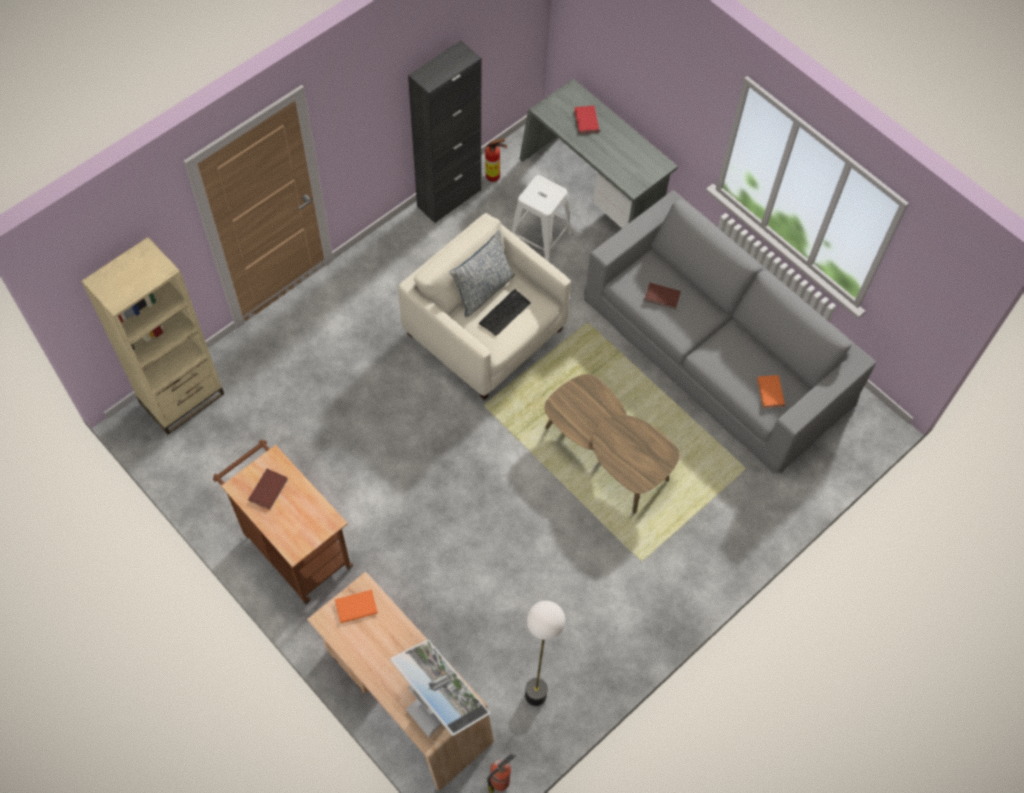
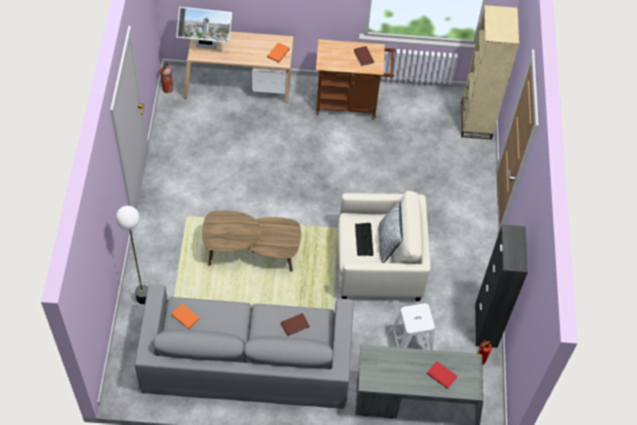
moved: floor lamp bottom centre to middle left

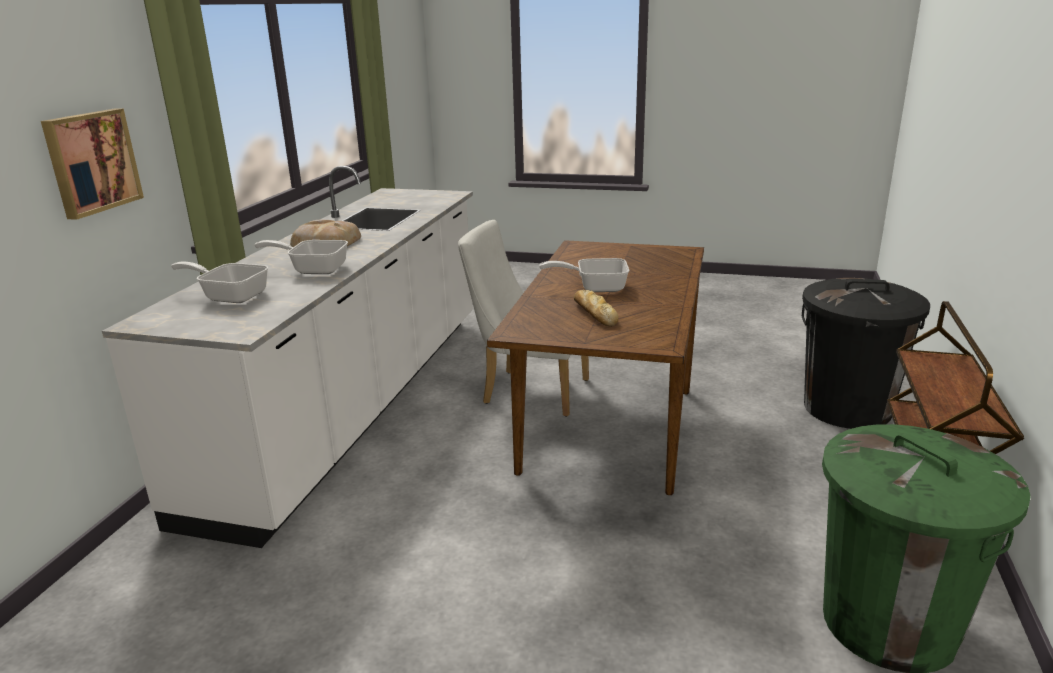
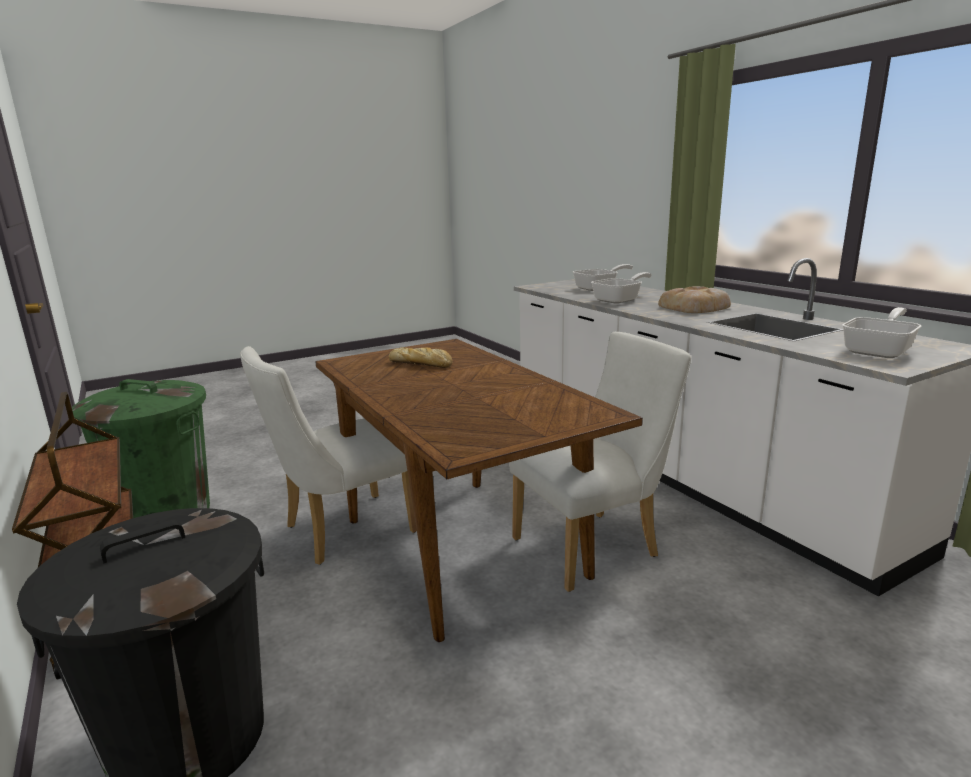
removed: picture top left
added: chair (white) (1st from left) centre
moved: frying pan (3rd from left) centre to middle right

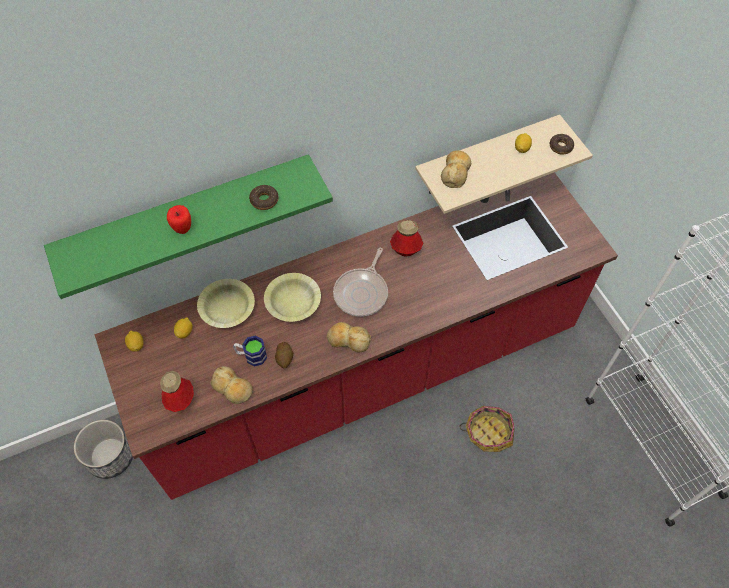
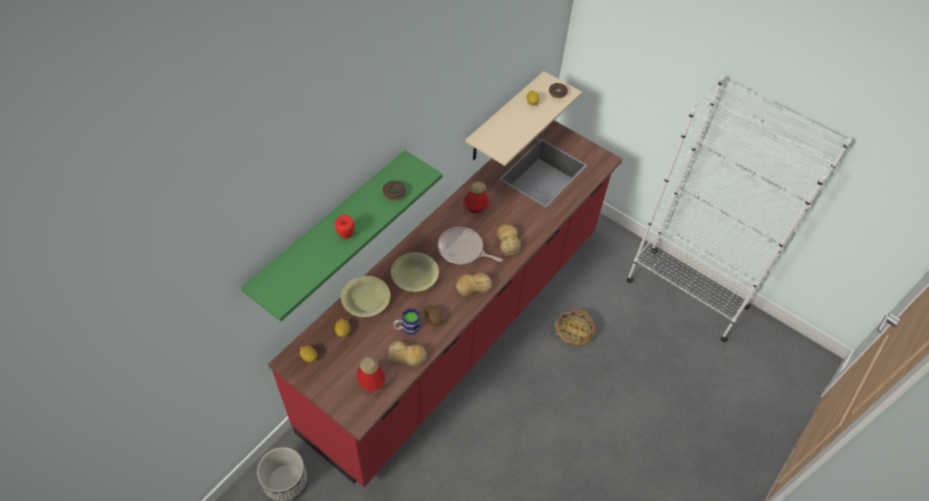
moved: bread (3rd from left) top centre to centre
turned: frying pan centre = centre 120 degrees clockwise

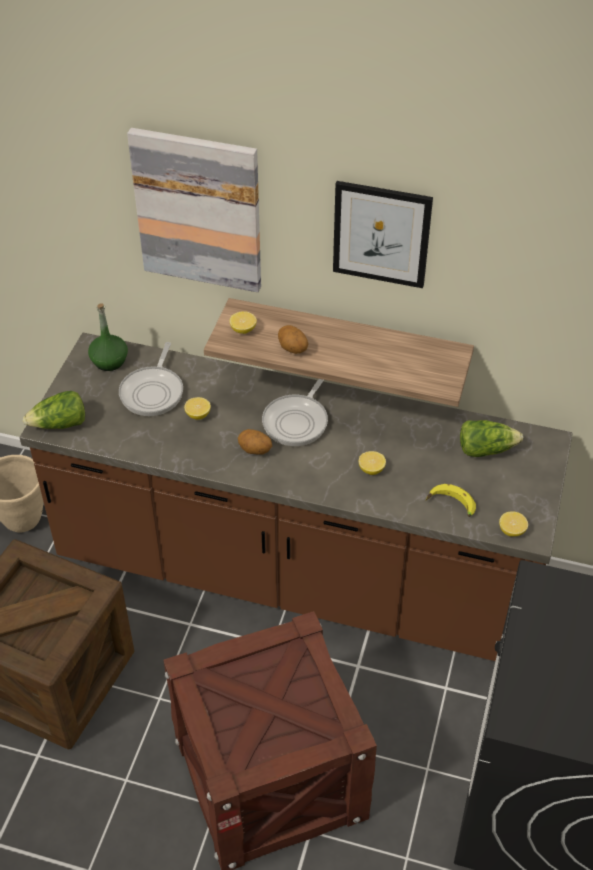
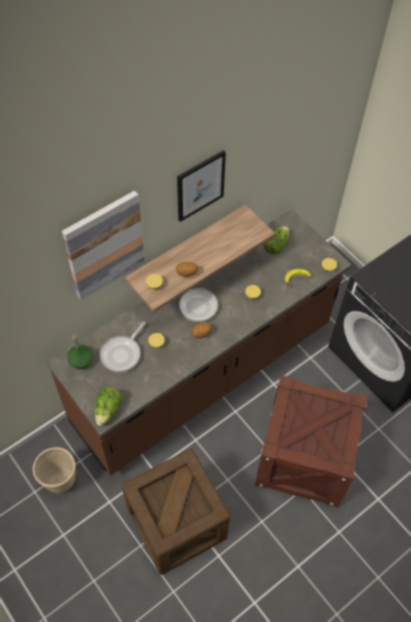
turned: frying pan (1st from left) middle left = middle left 75 degrees clockwise

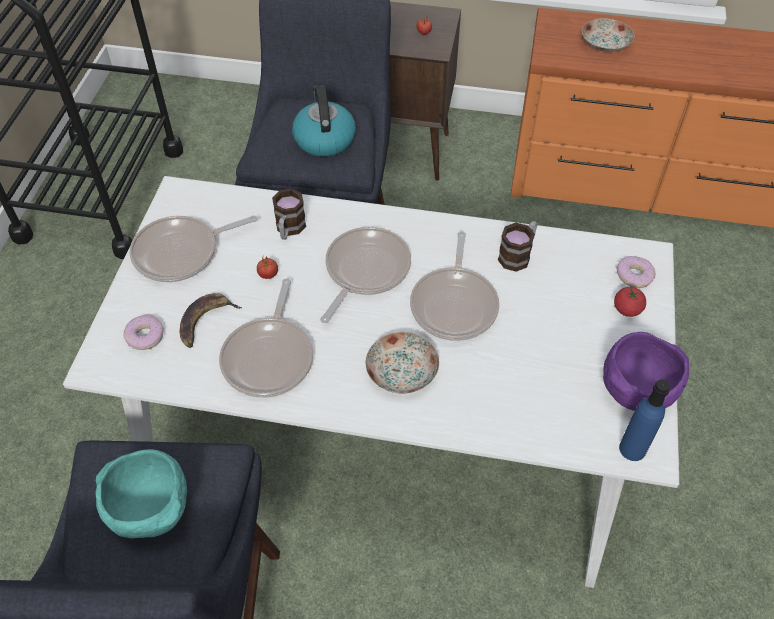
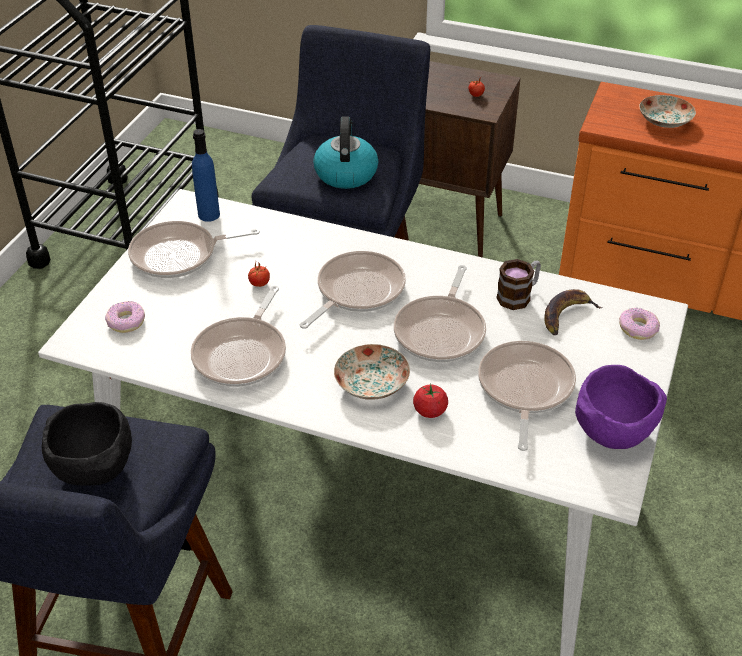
removed: mug (1st from left) centre
added: frying pan (5th from left) middle right
moved: banana middle left to middle right; tomato (3rd from left in the first image) middle right to tomato (2nd from left) centre; bottle (blue) bottom right to top left
recoloured: bowl (turquoise) bottom left to bowl (black) bottom left

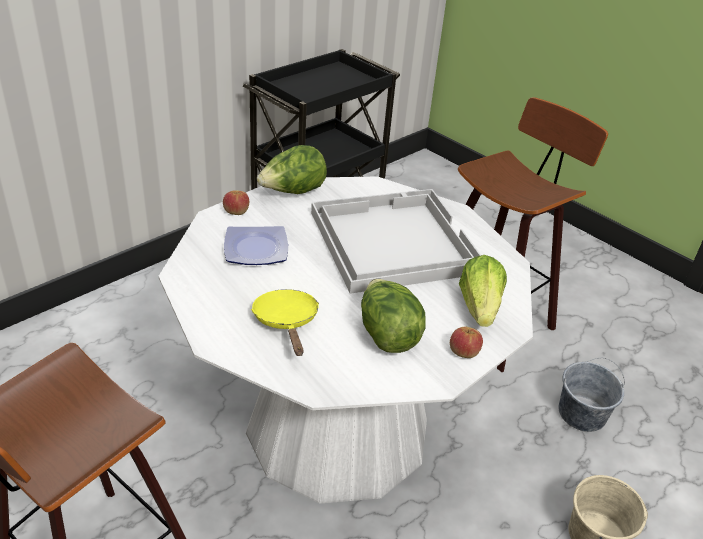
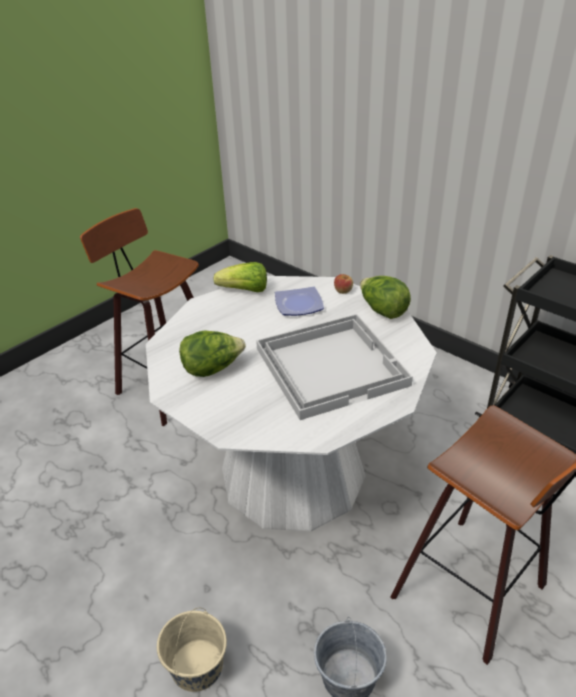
removed: frying pan (yellow) centre; apple (2nd from left) centre
moved: lettuce (3rd from left in the first image) middle right to lettuce (2nd from left) centre

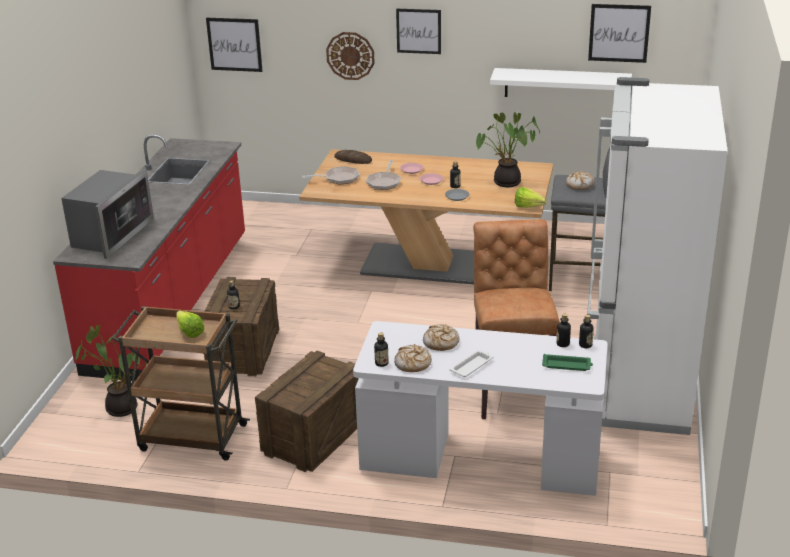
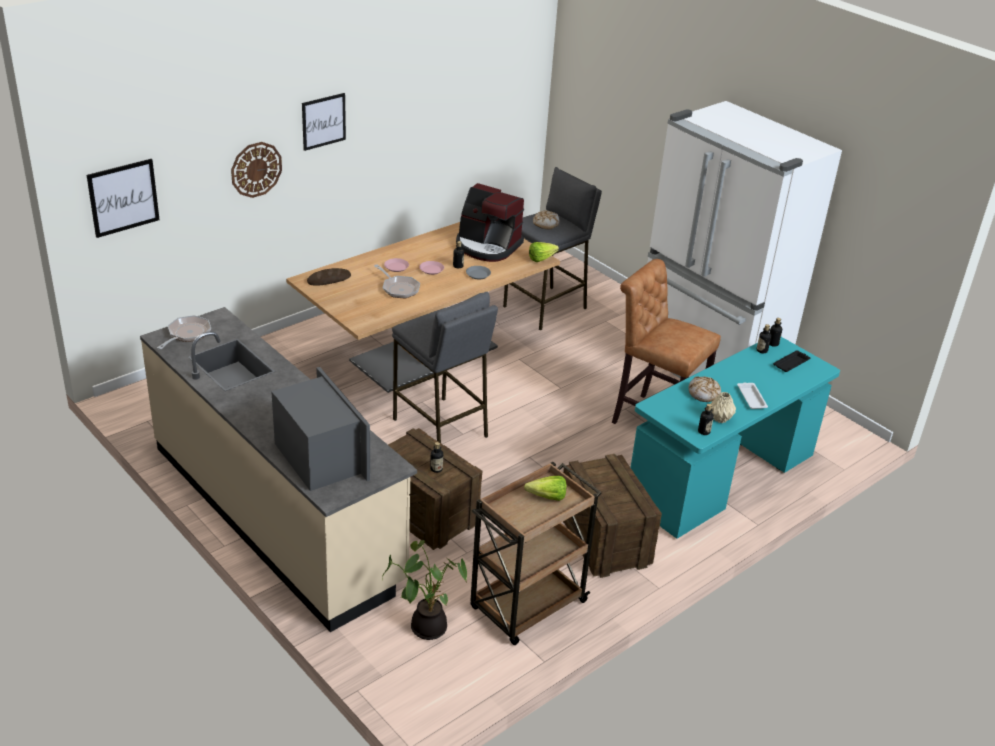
removed: shelf (white) top right; picture (3rd from left) top right
added: stool (grey) (1st from left) centre
moved: frying pan (1st from left) top centre to middle left
replaced: bread (2nd from left) centre to vase (beige) middle right; potted plant (2nd from left) top centre to coffee machine top centre
recoloured: counter (red) middle left to counter (beige) middle left; desk (white) bottom centre to desk (turquoise) middle right; tray (green) middle right to tray (black) middle right

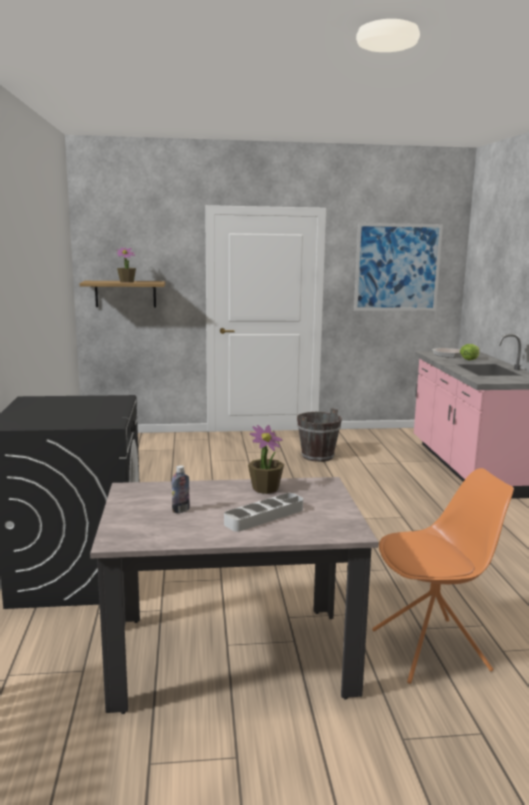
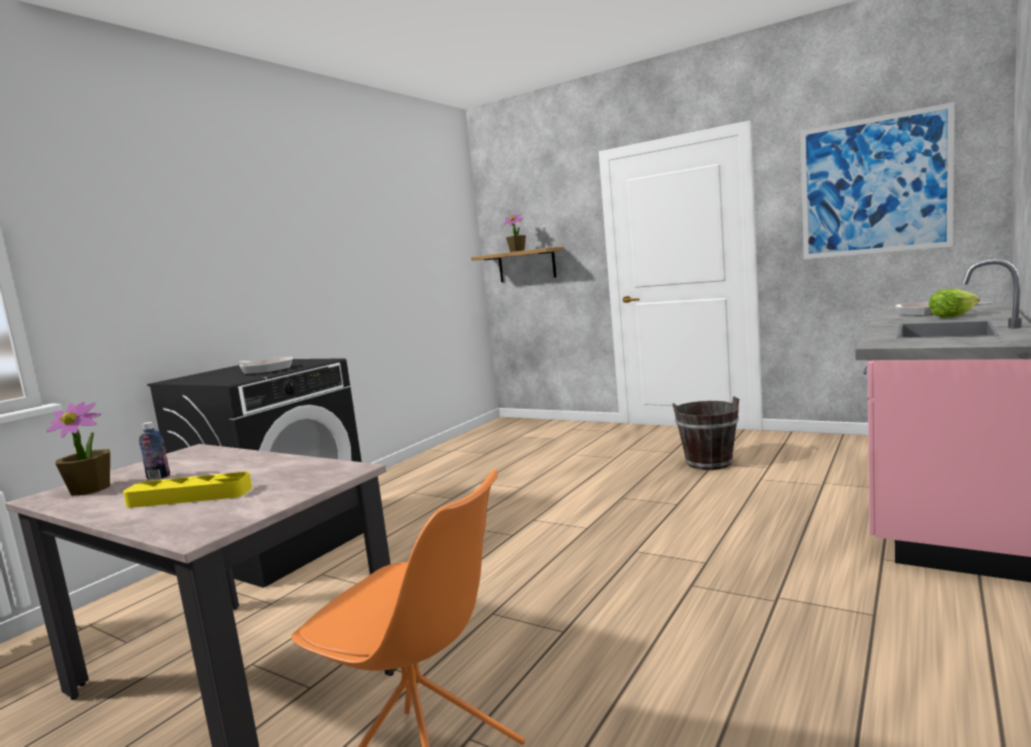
added: frying pan (1st from left) middle left
moved: potted plant (2nd from left in the first image) centre to potted plant (1st from left) middle left
recoloured: tray (grey) centre to tray (yellow) middle left

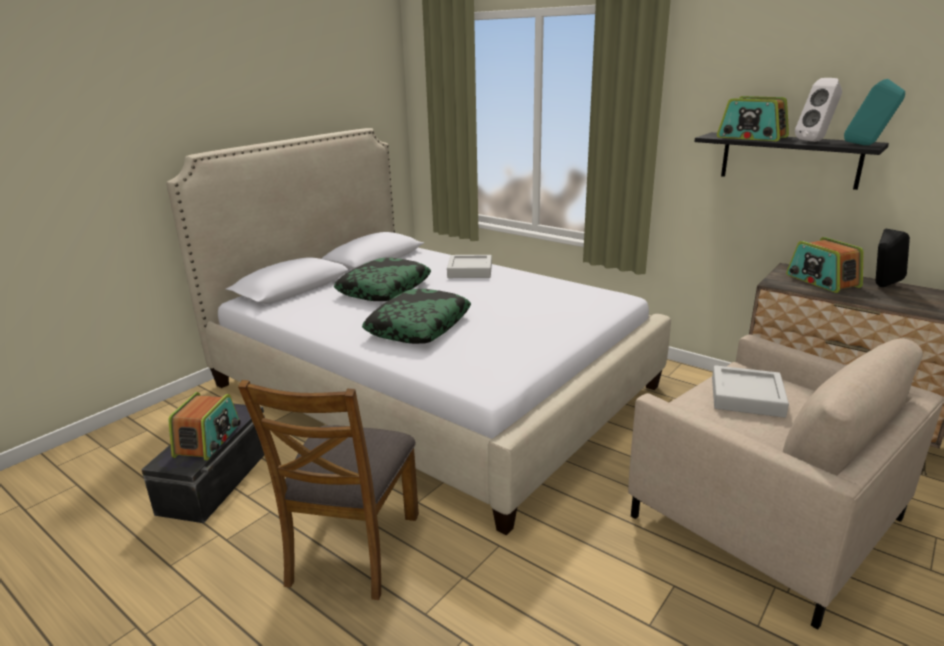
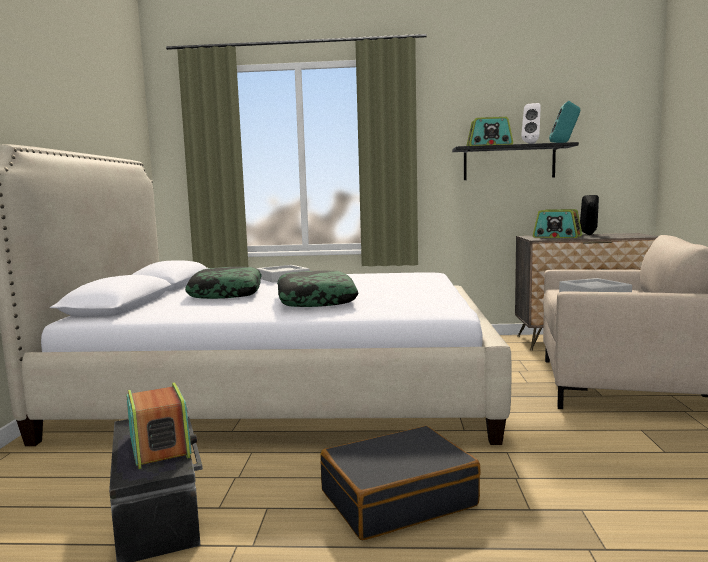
replaced: chair (brown) bottom centre to suitcase (black) bottom centre

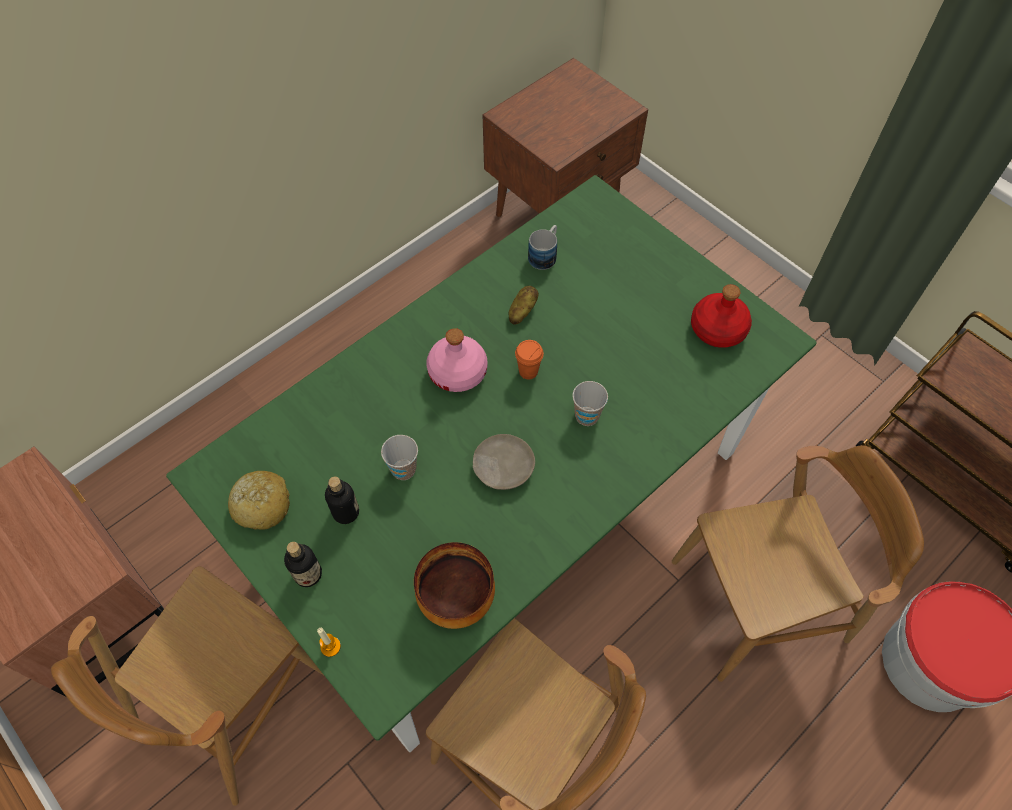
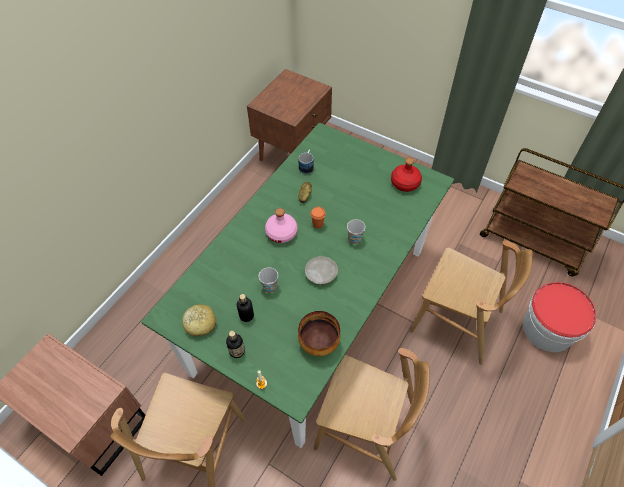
turned: chair (brown) (3rd from left) bottom right = middle right 60 degrees clockwise

